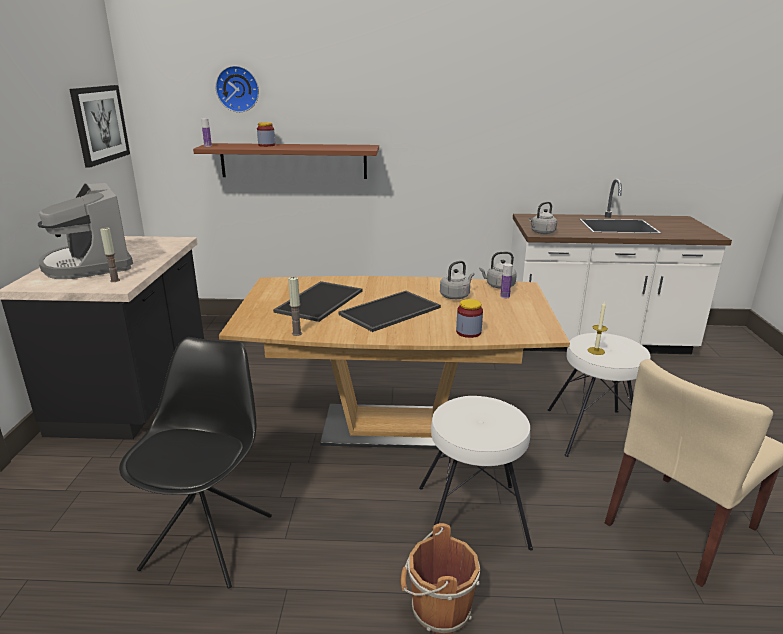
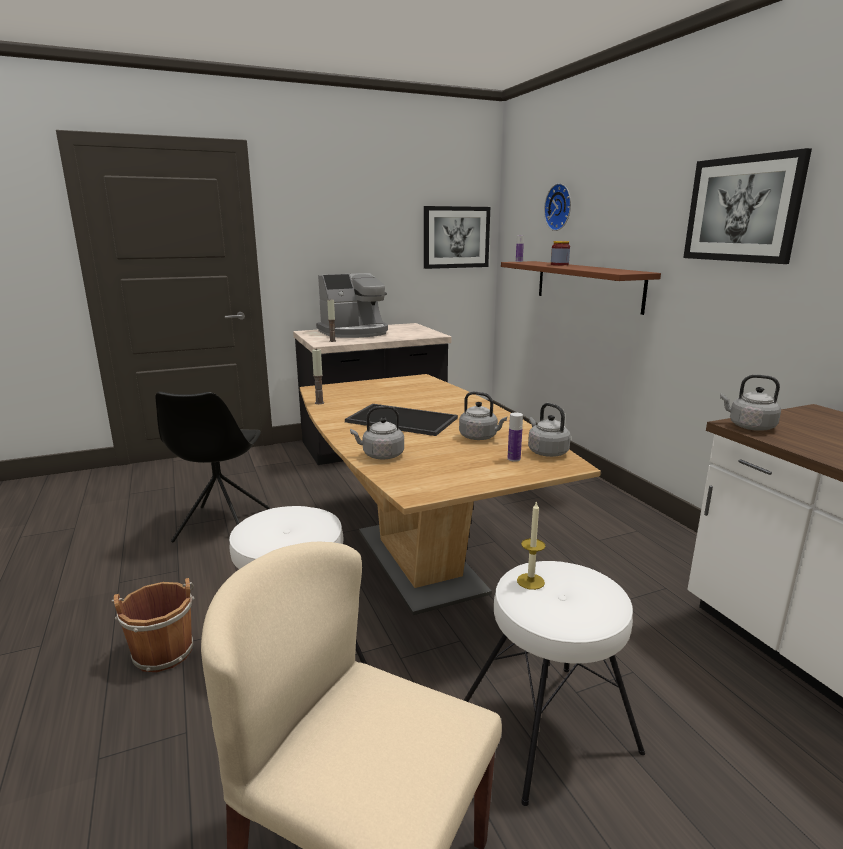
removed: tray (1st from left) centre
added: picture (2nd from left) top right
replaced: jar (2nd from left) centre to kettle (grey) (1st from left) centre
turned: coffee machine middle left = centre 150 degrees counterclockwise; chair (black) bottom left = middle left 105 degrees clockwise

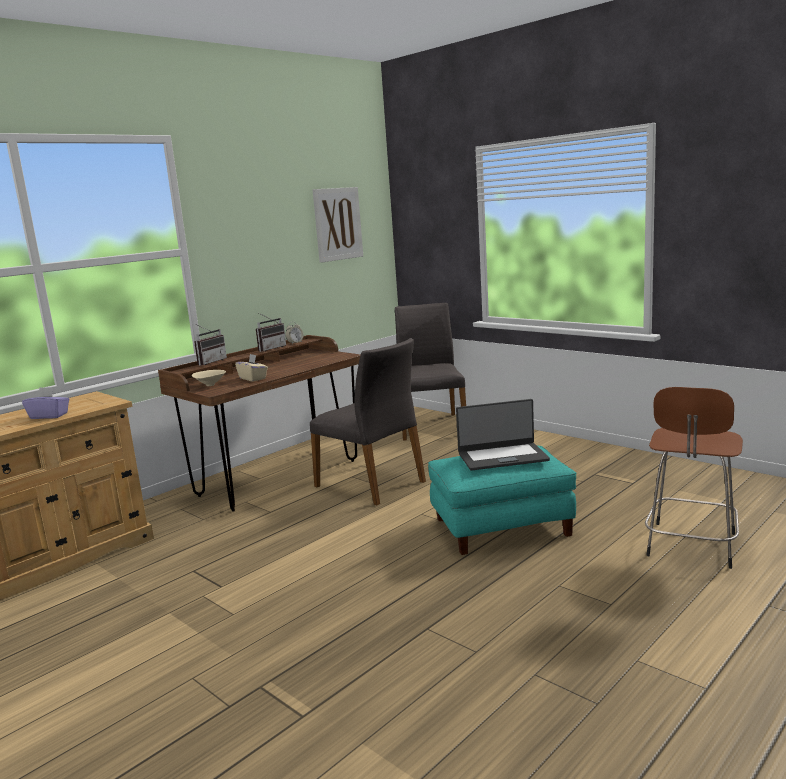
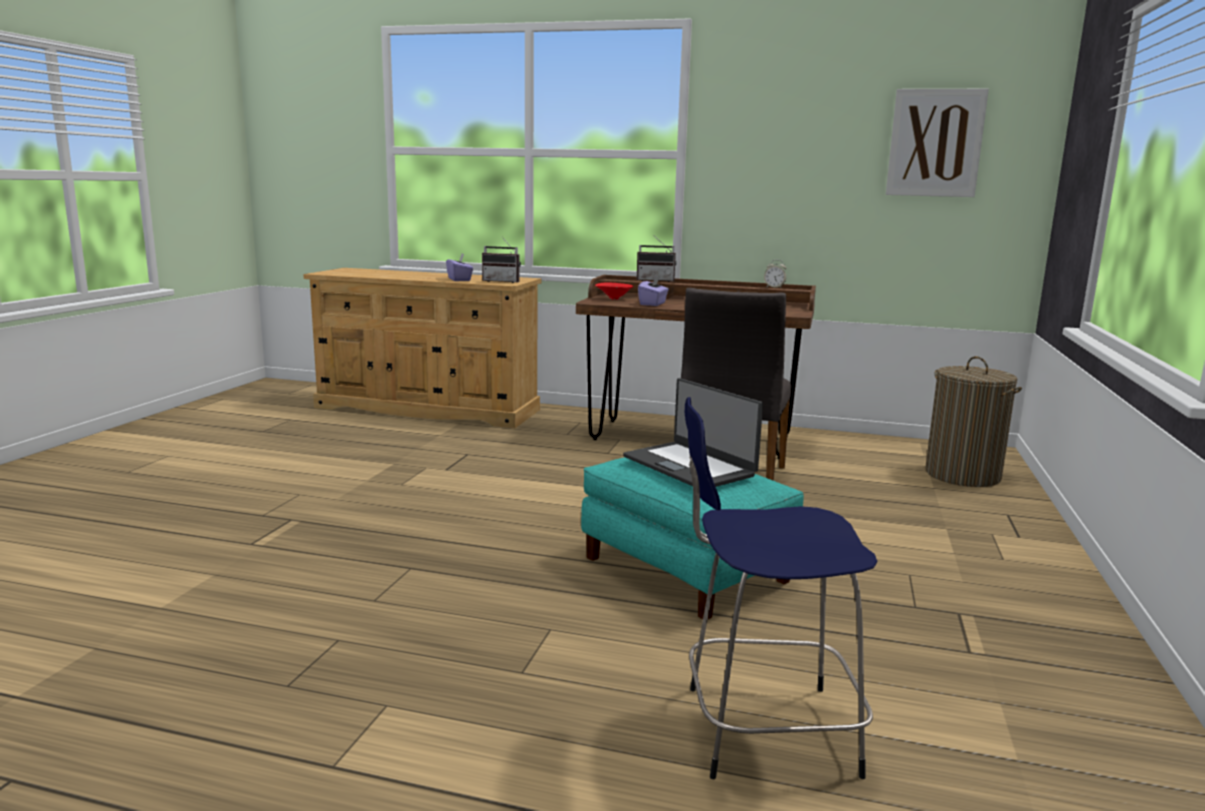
moved: radio (2nd from left in the first image) centre to radio (1st from left) top centre
replaced: chair (grey) (2nd from left) centre to laundry basket middle right
recoloured: bowl (beige) middle left to bowl (red) centre; tissue box (beige) middle left to tissue box (purple) (2nd from left) centre; stool (brown) middle right to stool (blue) bottom centre

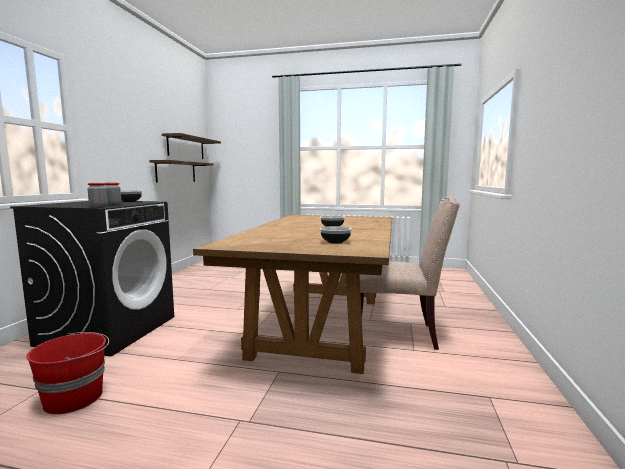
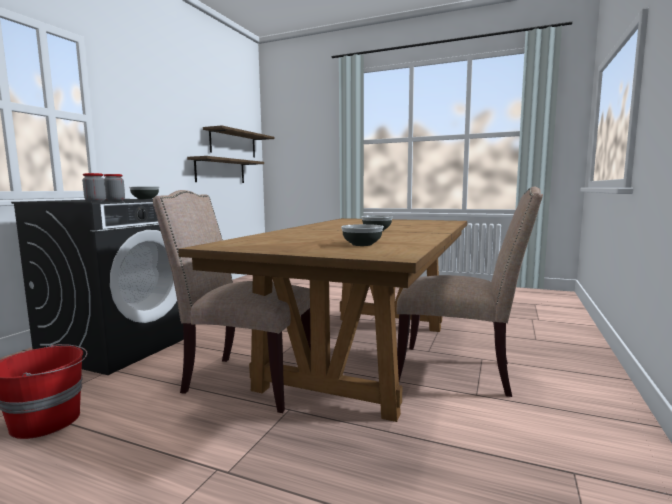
added: chair (beige) (1st from left) centre

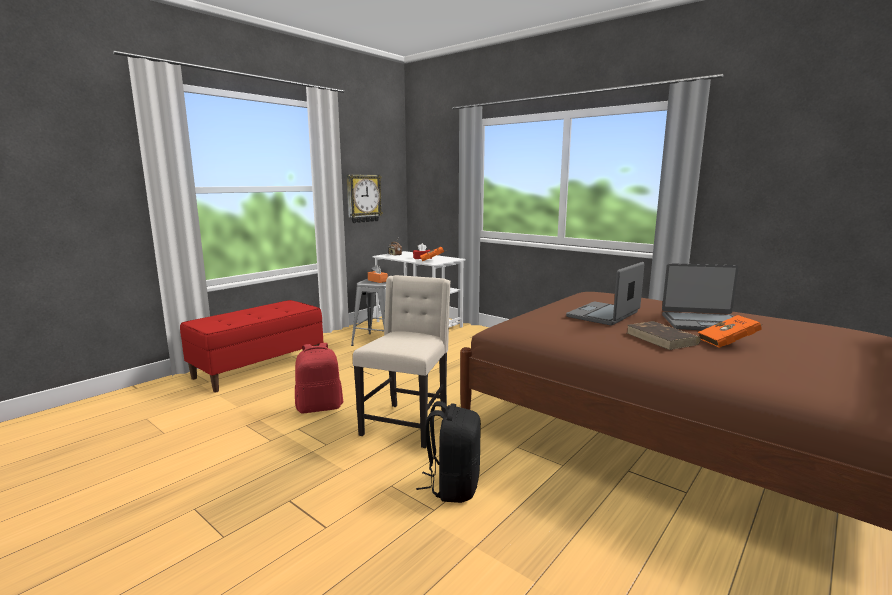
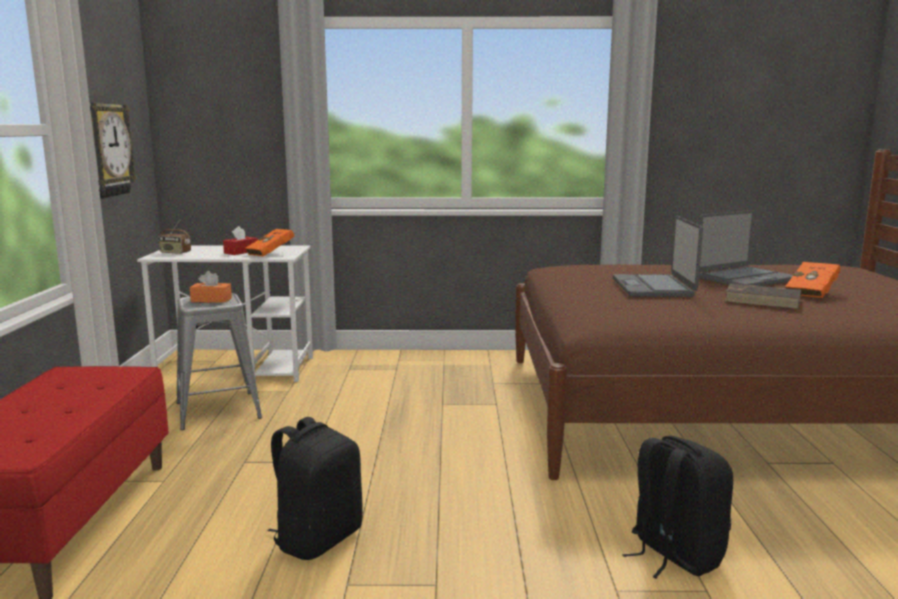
removed: chair (beige) centre
recoloured: backpack (red) centre to backpack (black) (1st from left) bottom centre

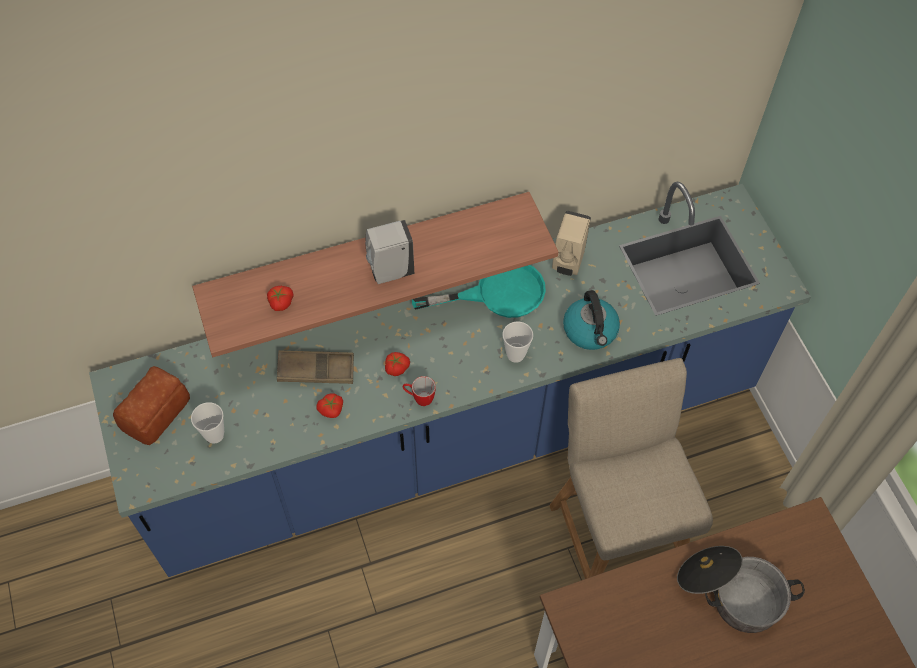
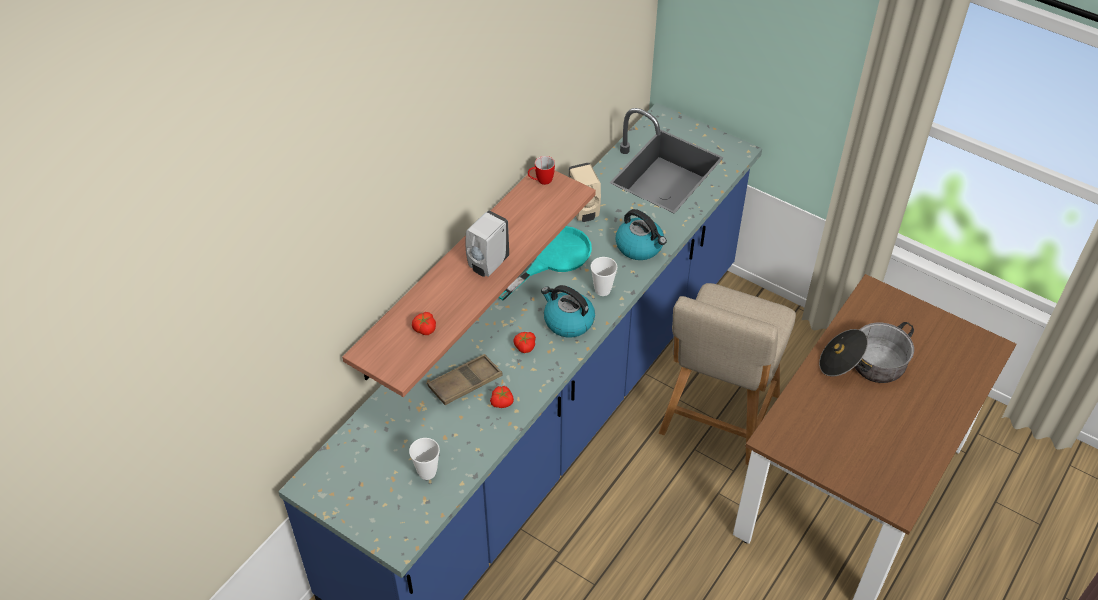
removed: bread middle left
added: kettle (1st from left) centre
moved: mug centre to top centre
turned: chair (beige) bottom right = centre 105 degrees counterclockwise

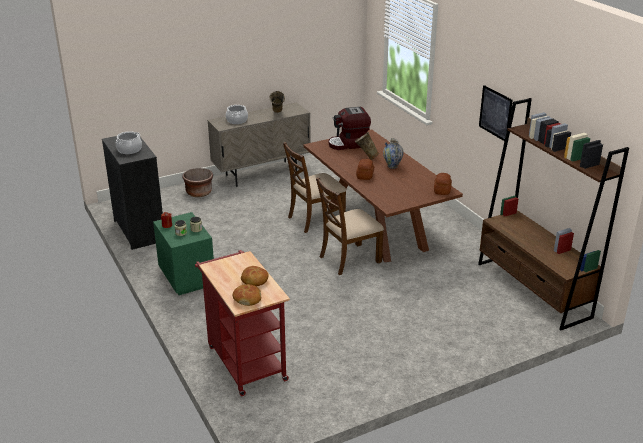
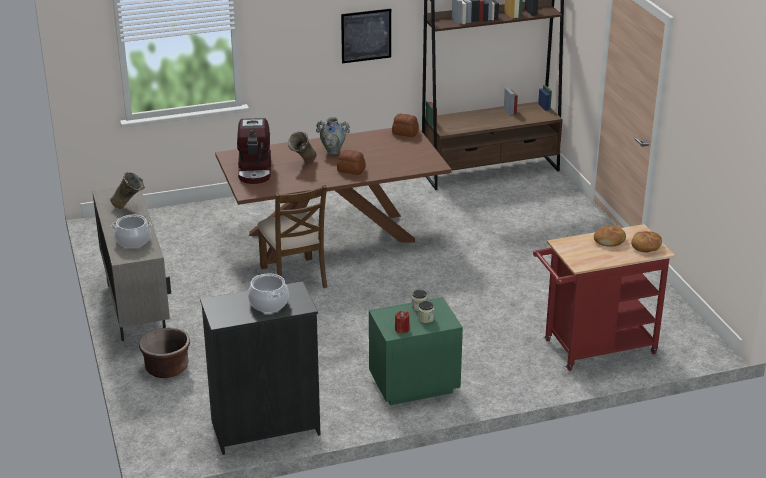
removed: chair (brown) (2nd from left) centre

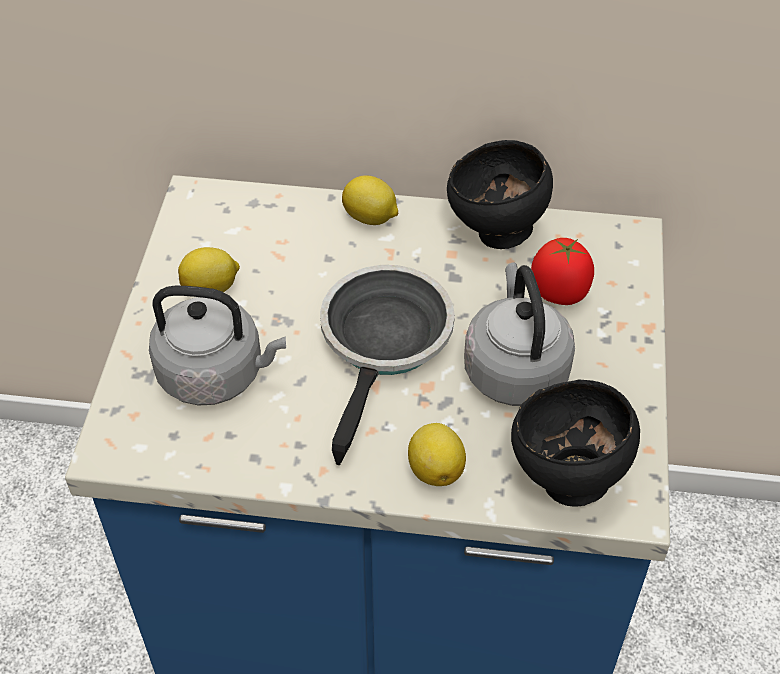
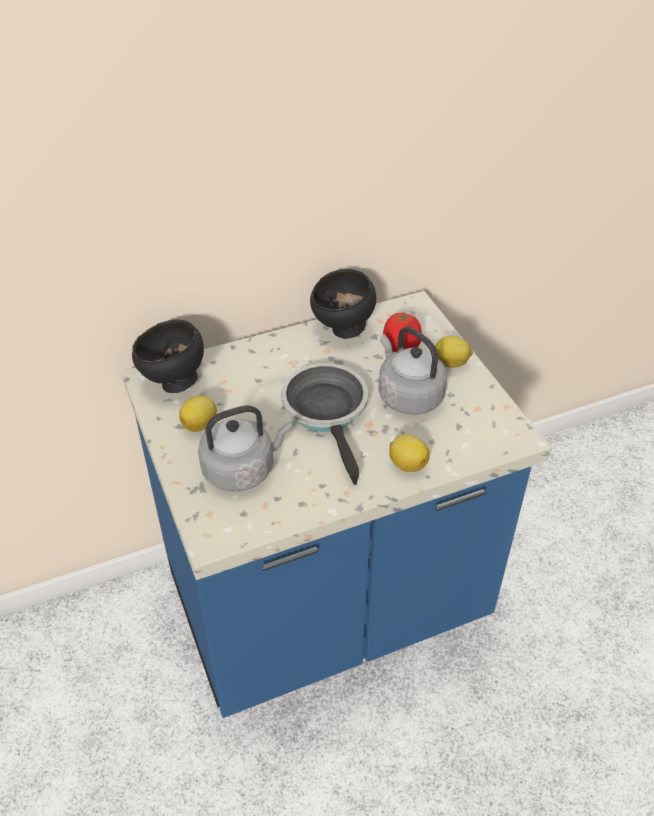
moved: lemon (2nd from left in the first image) top centre to lemon (3rd from left) middle right; bowl (black) (2nd from left in the first image) middle right to bowl (black) (1st from left) middle left

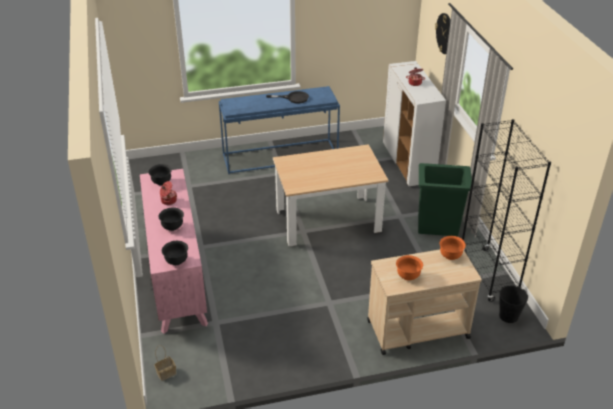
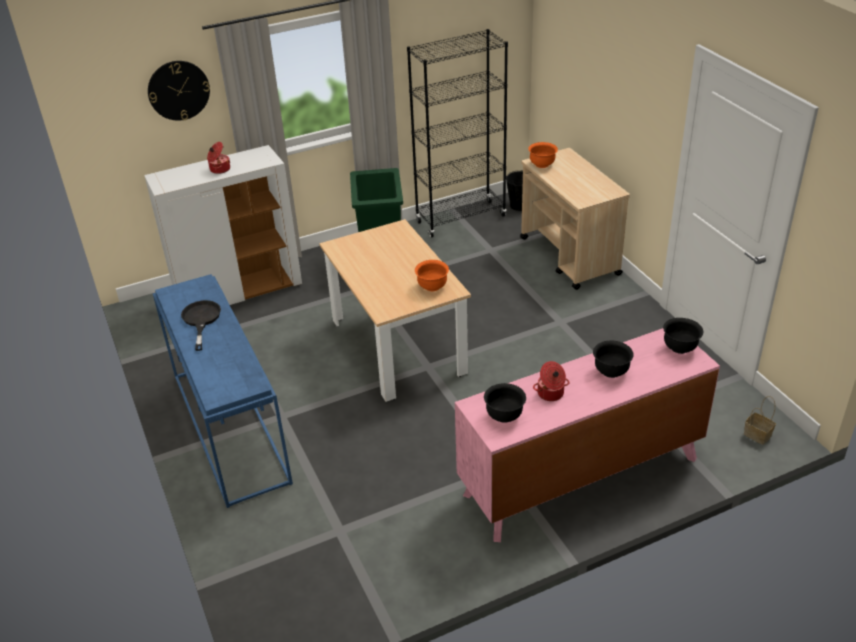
moved: bowl (orange) (1st from left) middle right to centre

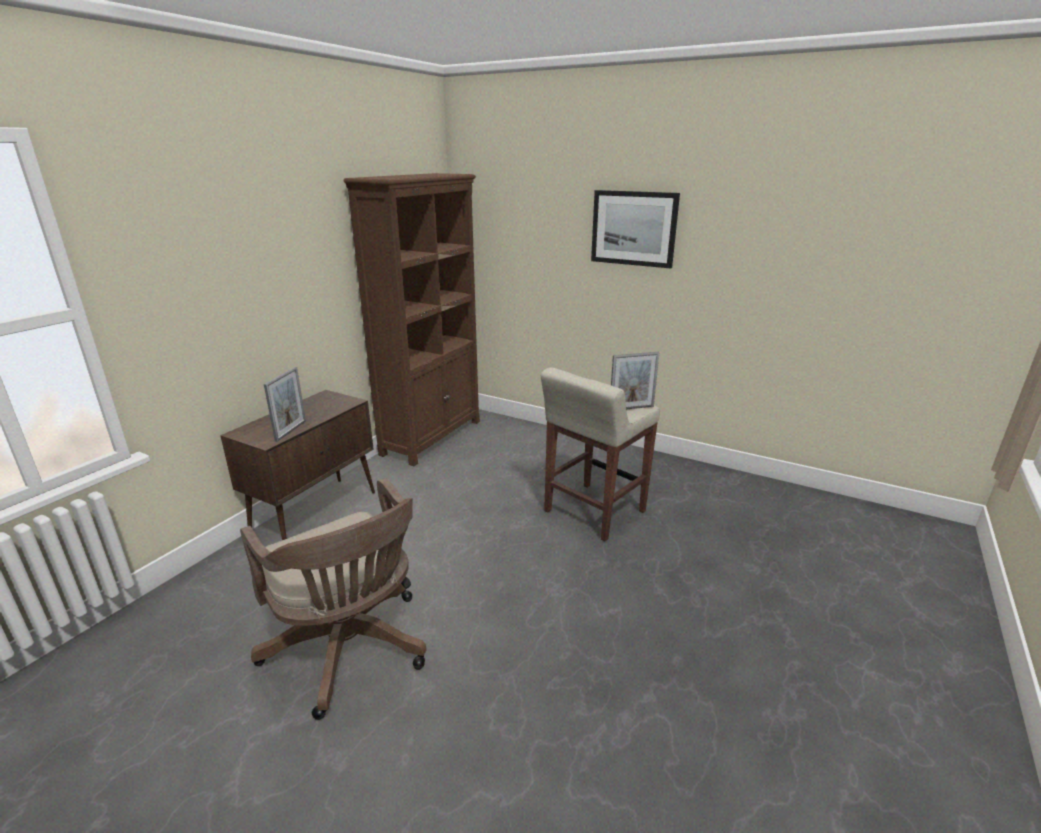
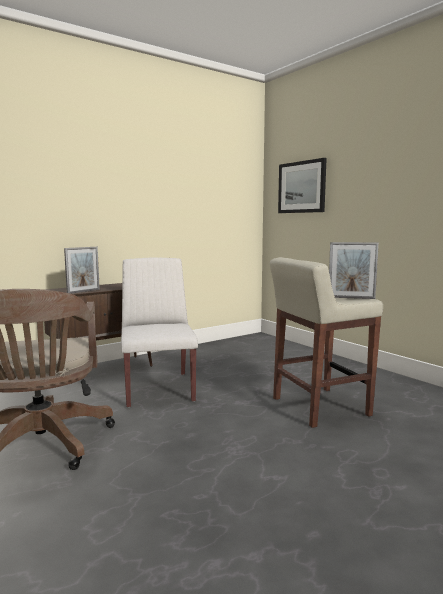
removed: bookcase (brown) centre
added: chair (white) centre
moved: picture top centre to top right

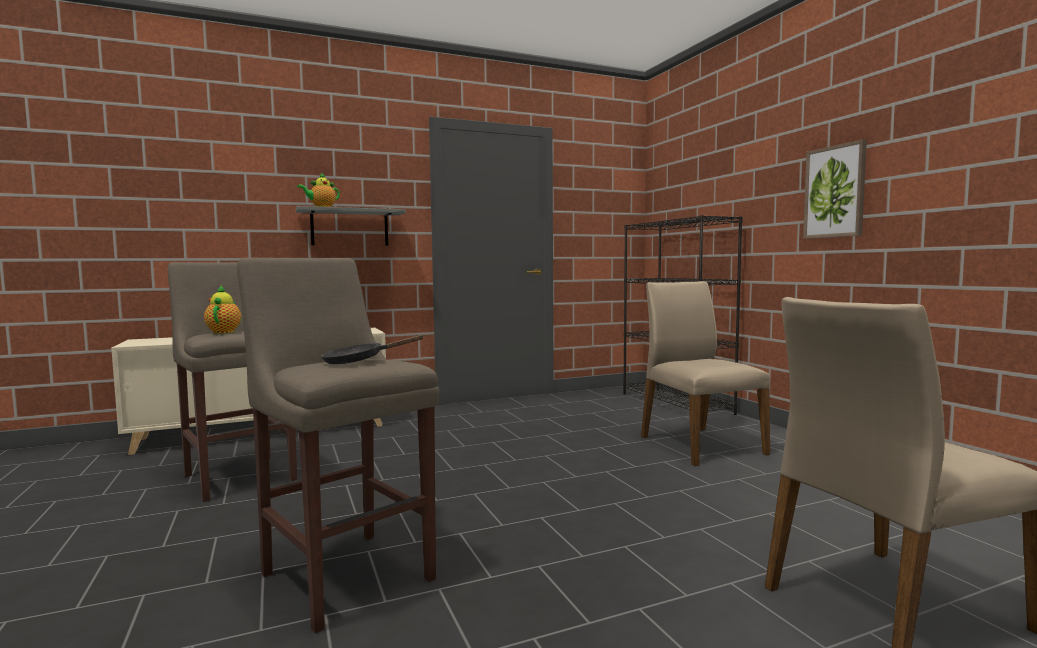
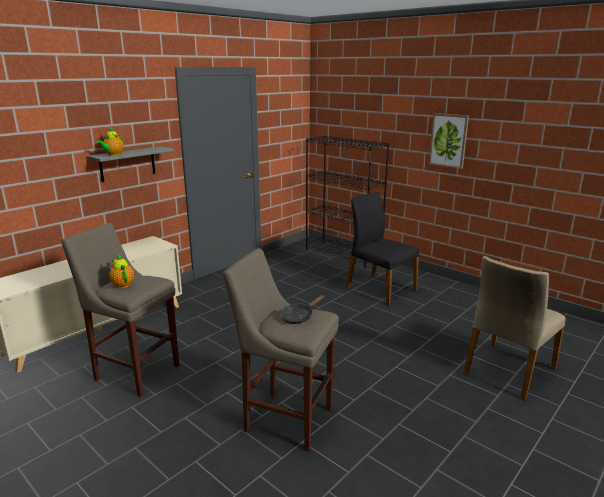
recoloured: chair (beige) (1st from left) middle right to chair (black) centre

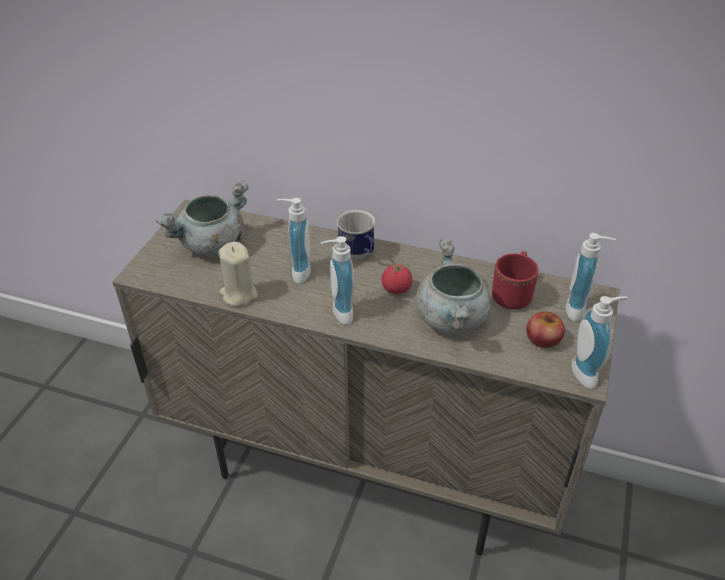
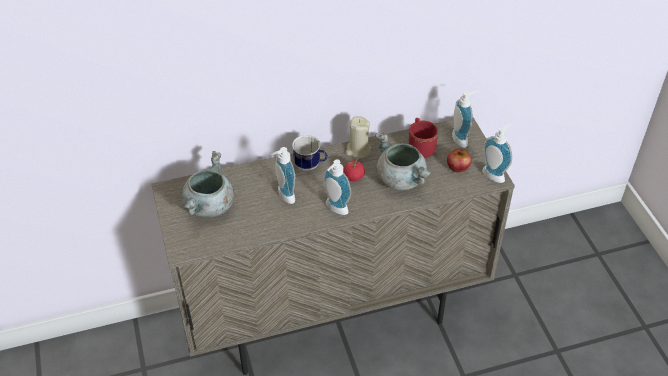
moved: candle (beige) middle left to centre

